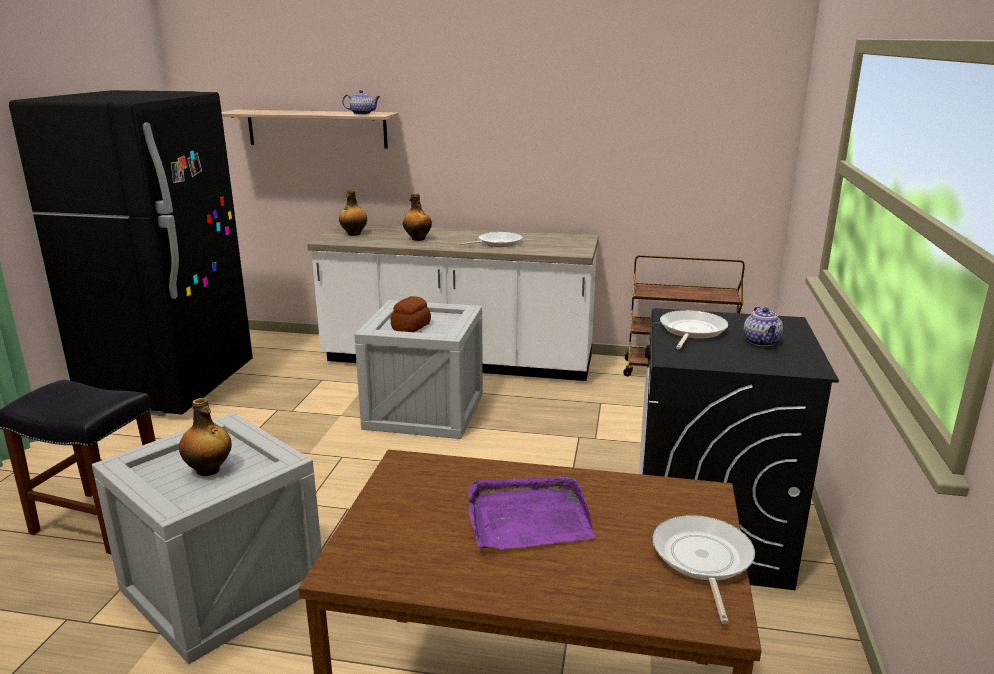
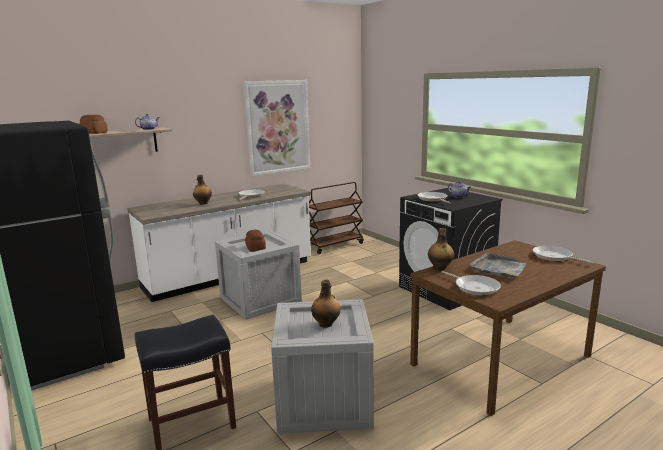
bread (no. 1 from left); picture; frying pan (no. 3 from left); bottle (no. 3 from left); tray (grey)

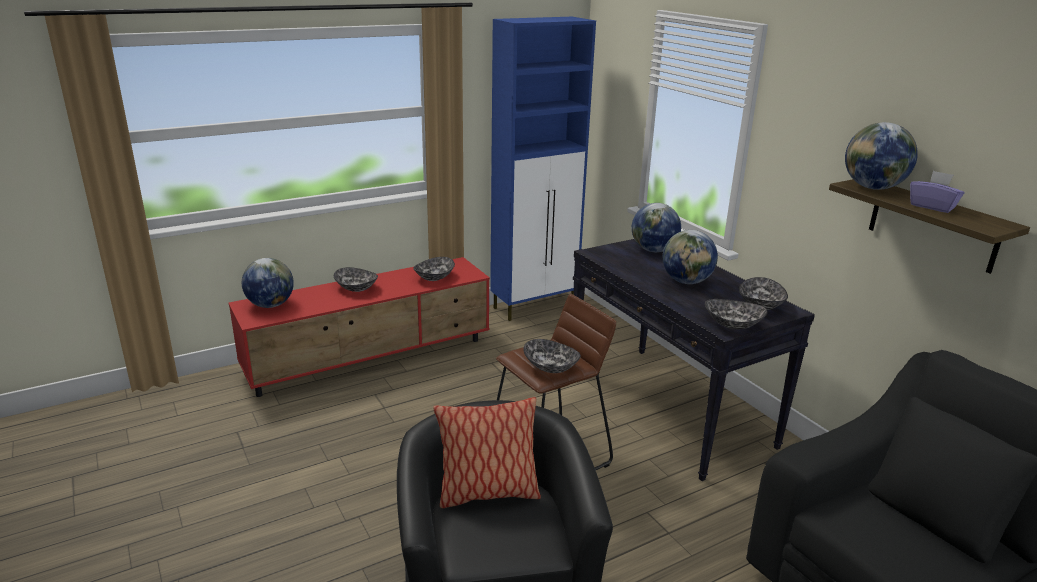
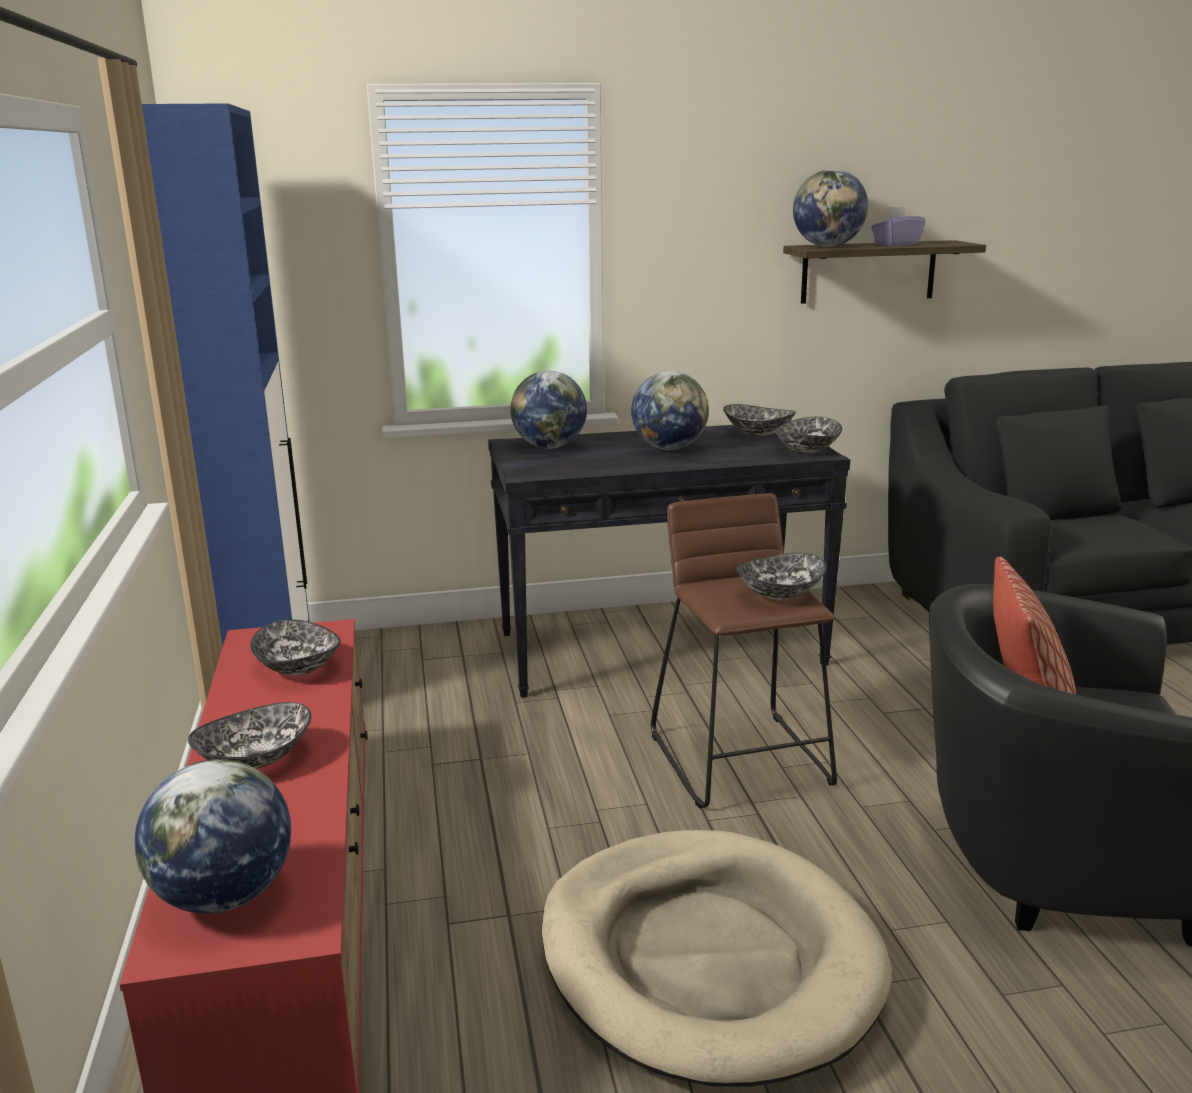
dog bed (beige)

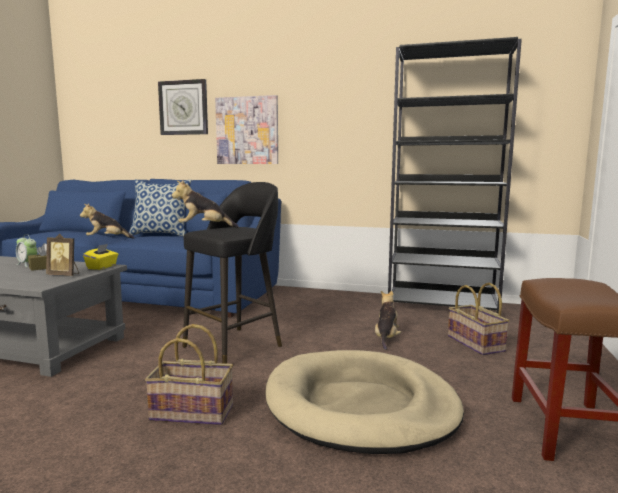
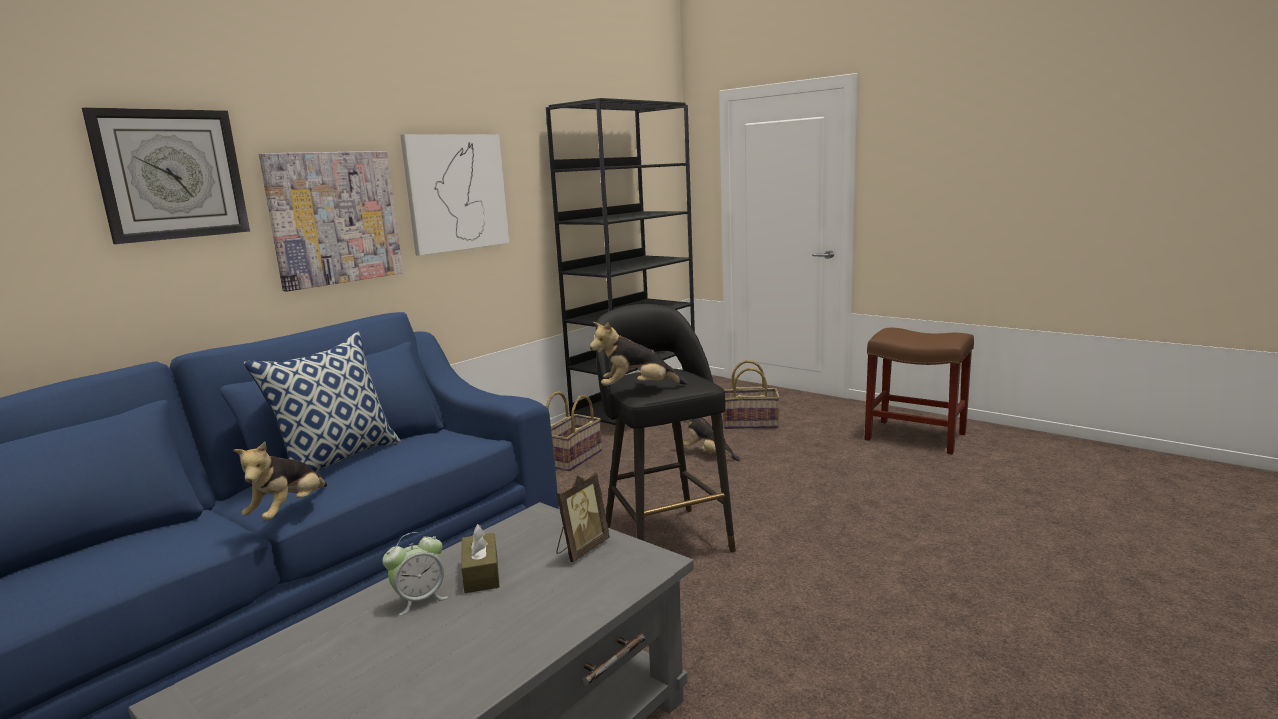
tissue box (yellow); dog bed (beige); picture (no. 2 from left); basket (no. 1 from left); plush toy (no. 2 from left)

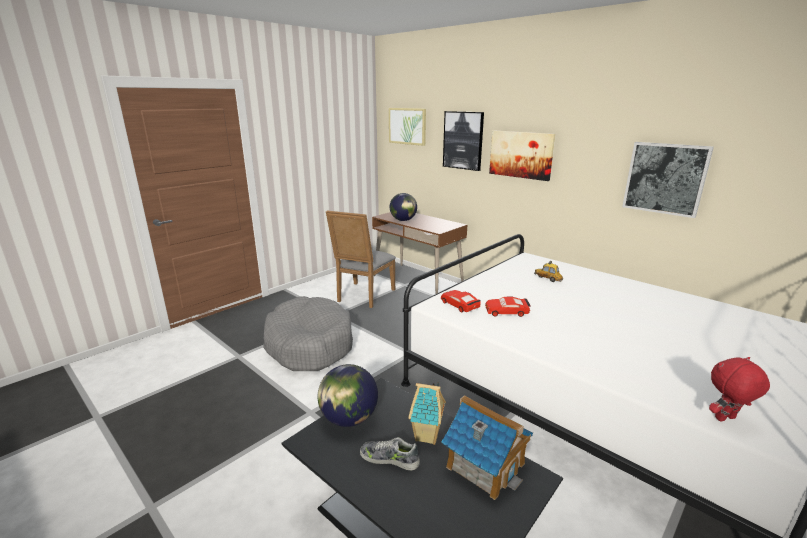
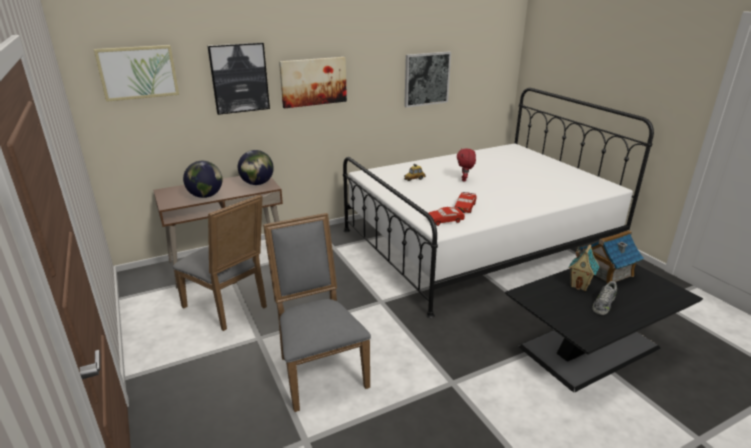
globe (no. 2 from left); plush toy (red); chair (grey) (no. 2 from left)

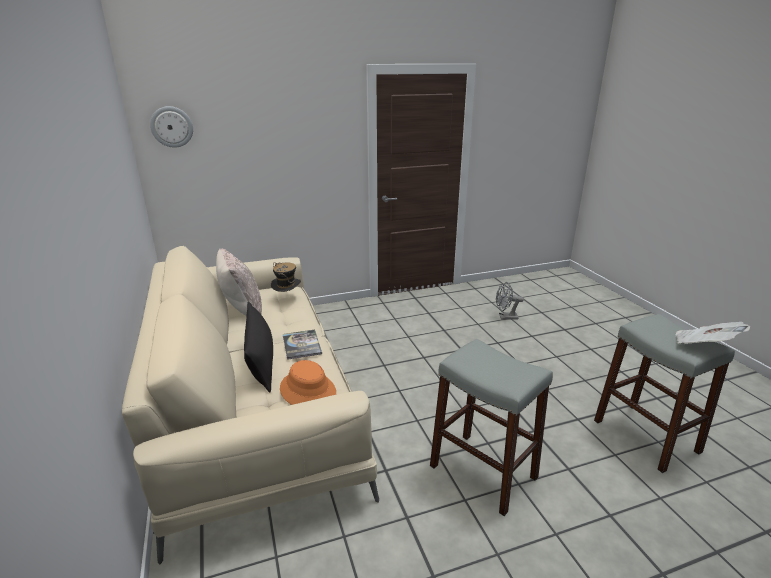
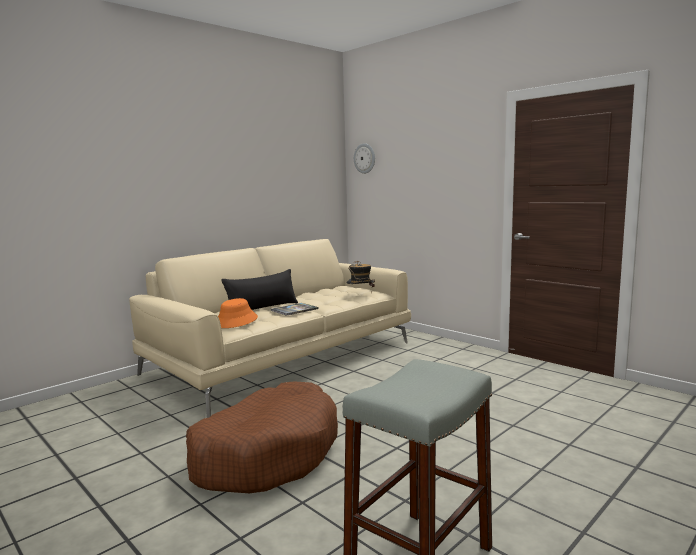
pillow (beige); fan (grey); newspaper; dog bed (brown)

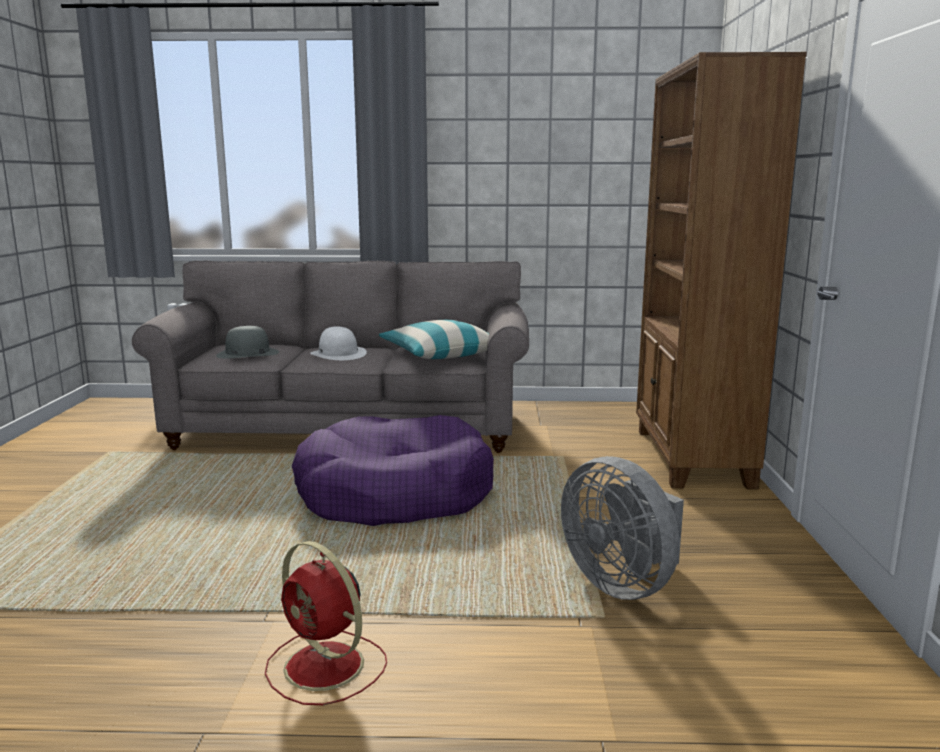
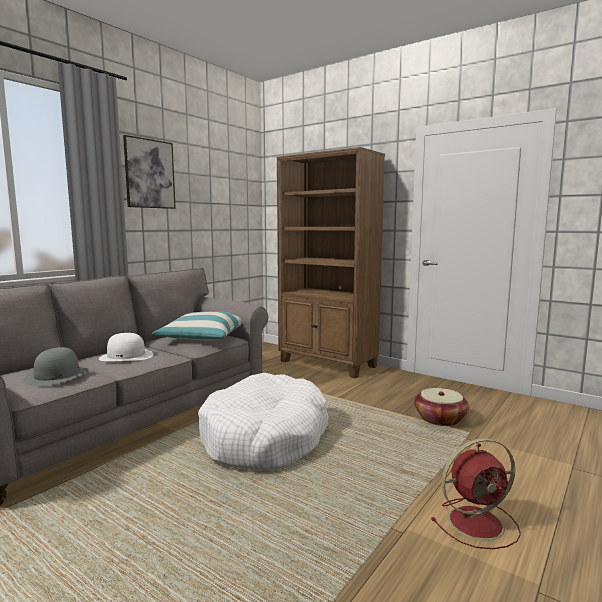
picture; basket; dog bed (white)

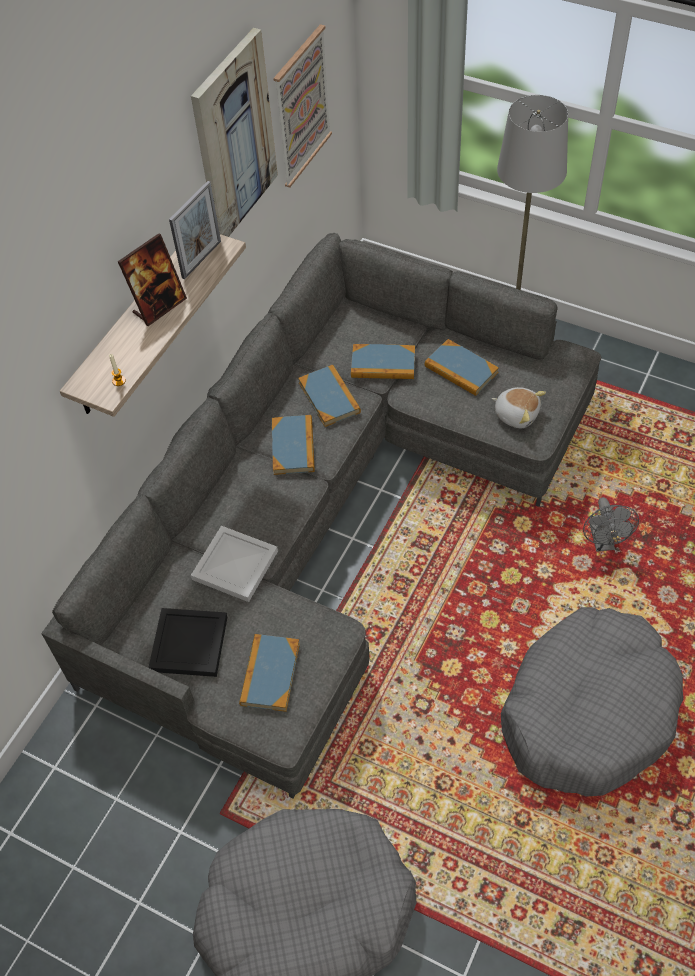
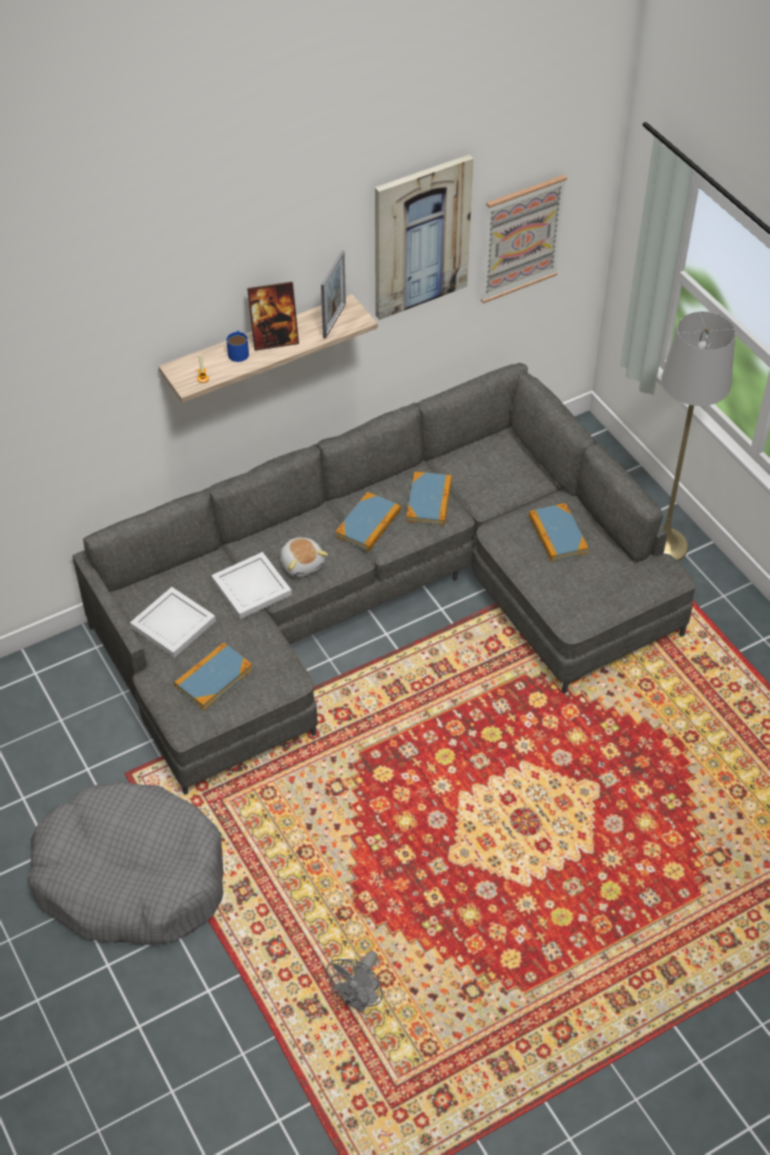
book (no. 4 from left in the first image); dog bed (grey) (no. 2 from left in the first image); mug (blue); plush toy; fan (grey); tray (white) (no. 1 from left); picture frame (no. 2 from left)

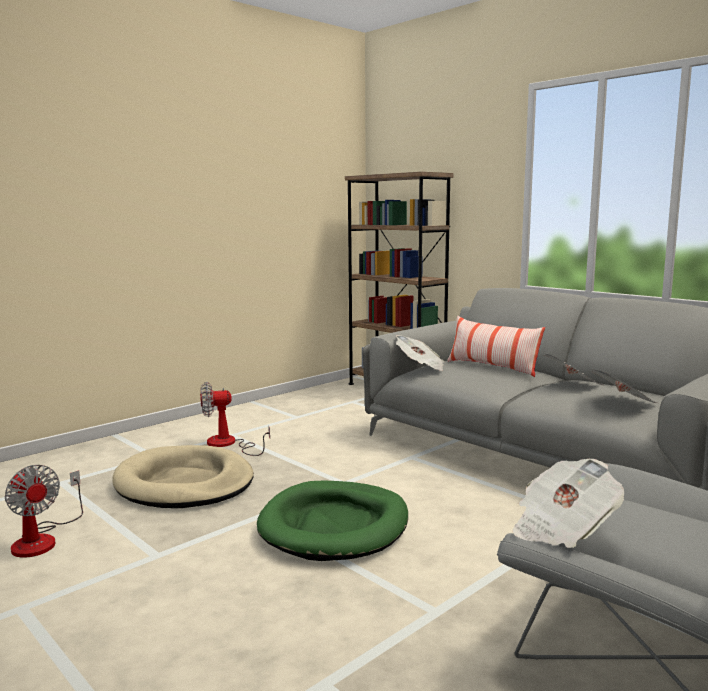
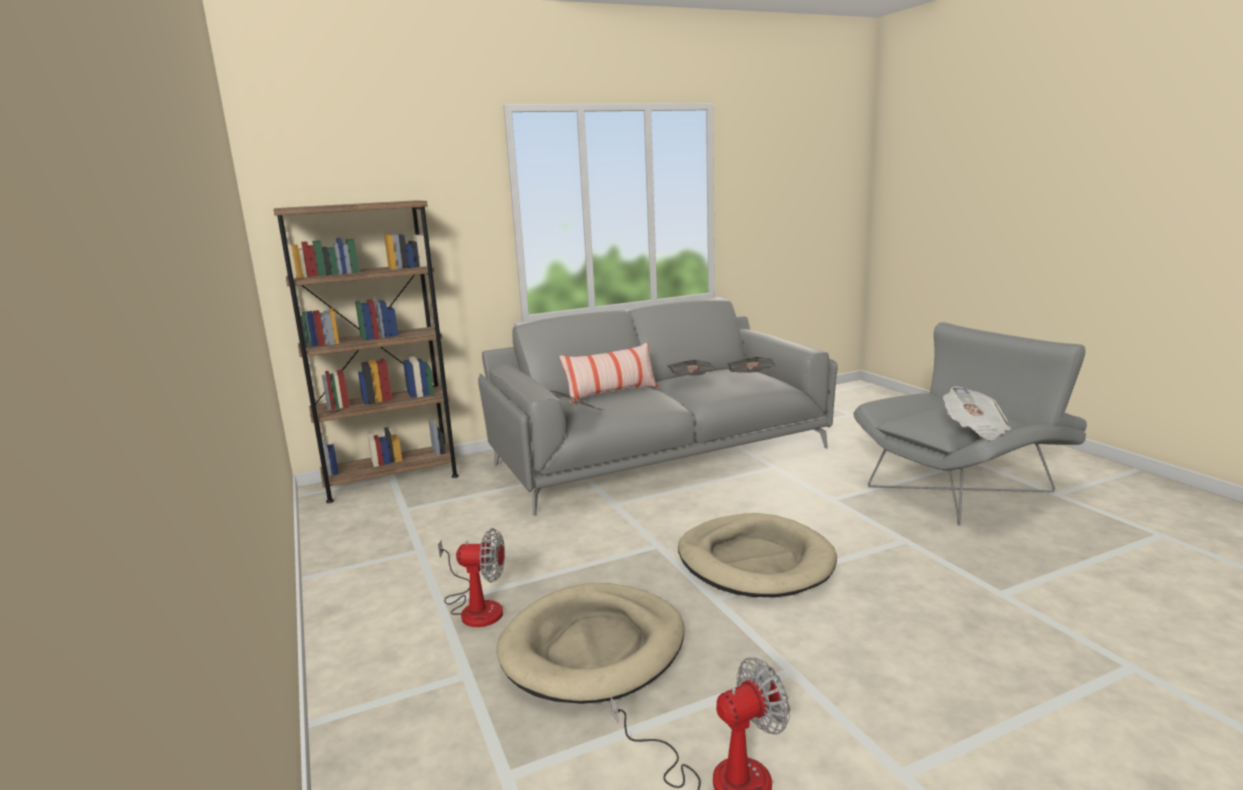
dog bed (beige) (no. 2 from left); fan (no. 1 from left)

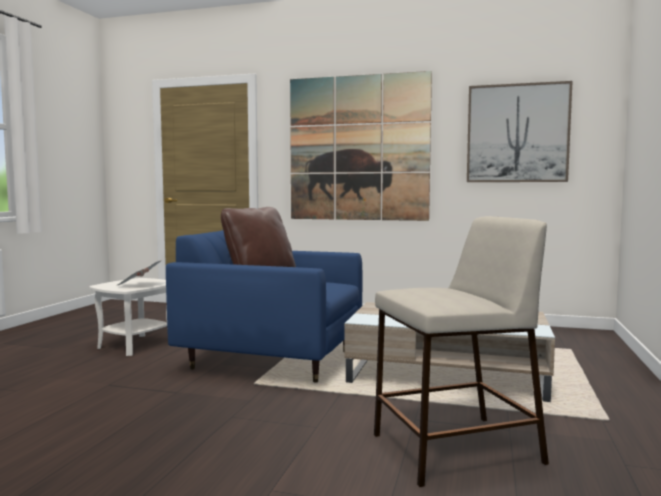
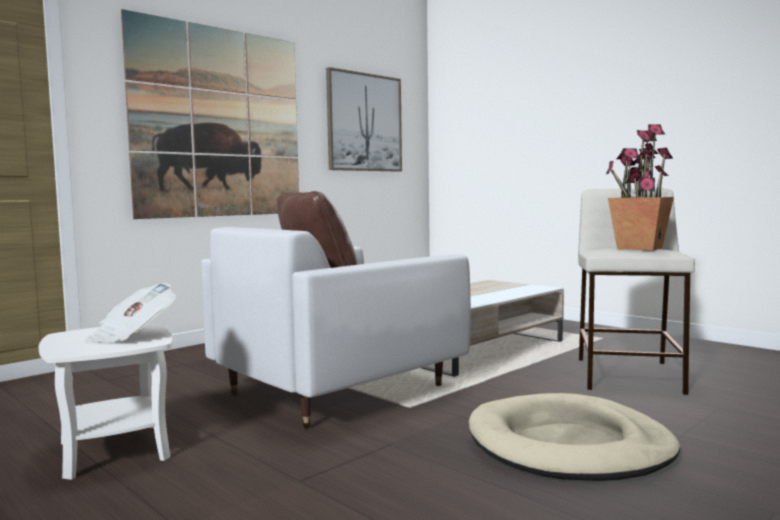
dog bed (beige); potted plant; armchair (white)

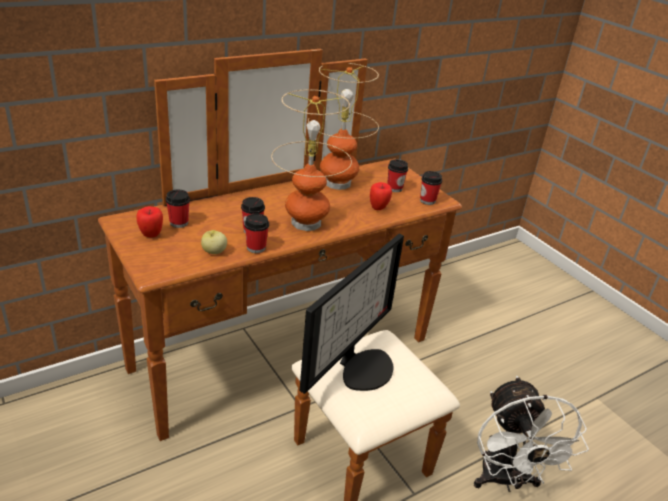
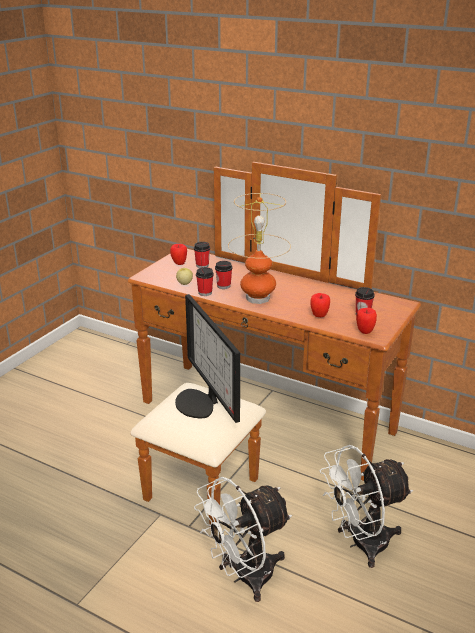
table lamp (no. 2 from left in the first image); fan (white) (no. 2 from left); apple (no. 4 from left); monitor

